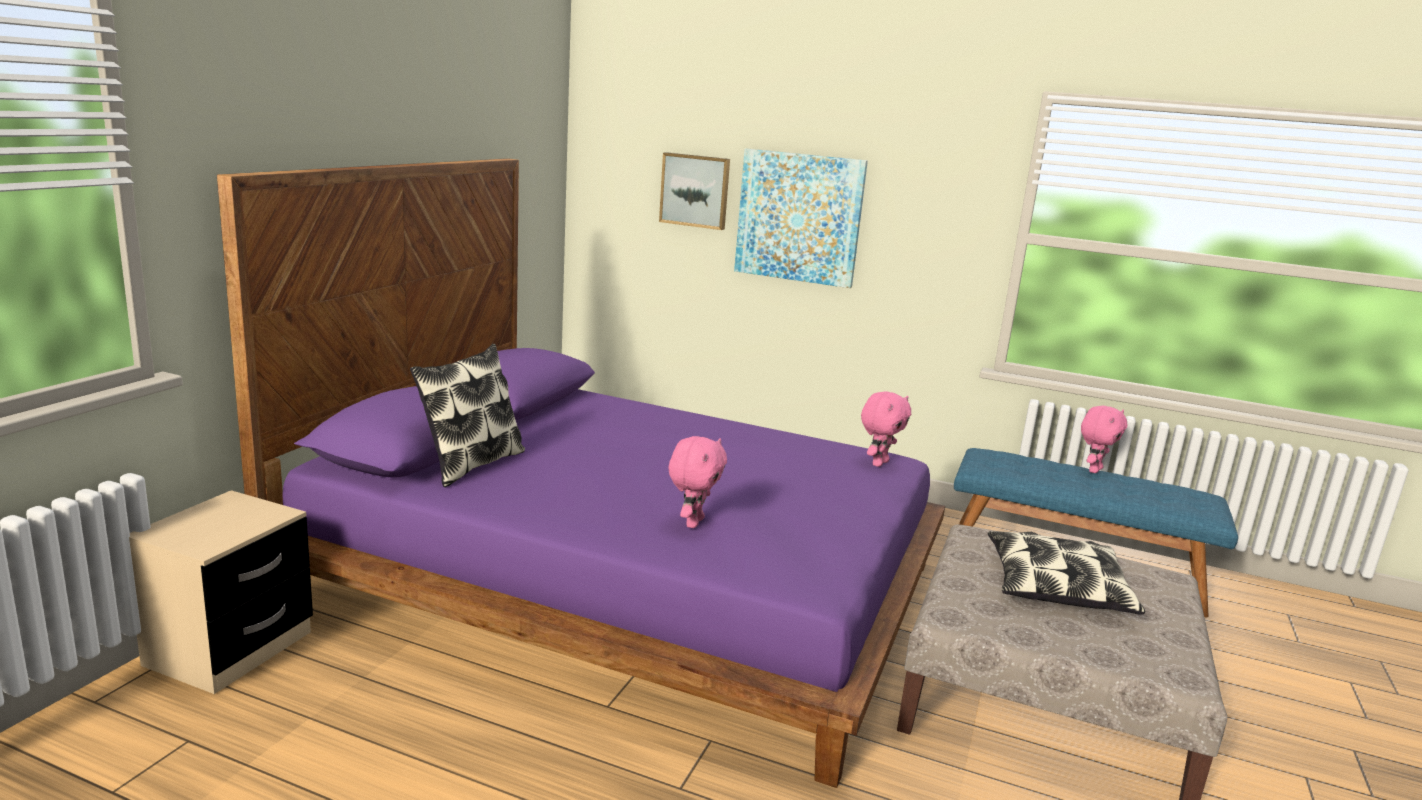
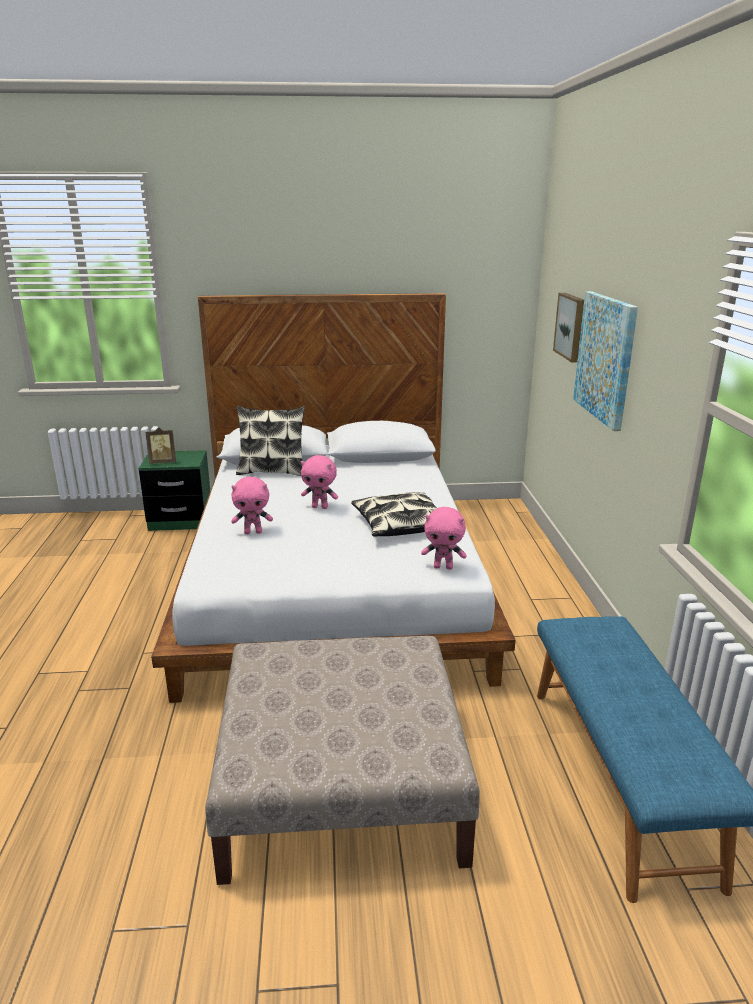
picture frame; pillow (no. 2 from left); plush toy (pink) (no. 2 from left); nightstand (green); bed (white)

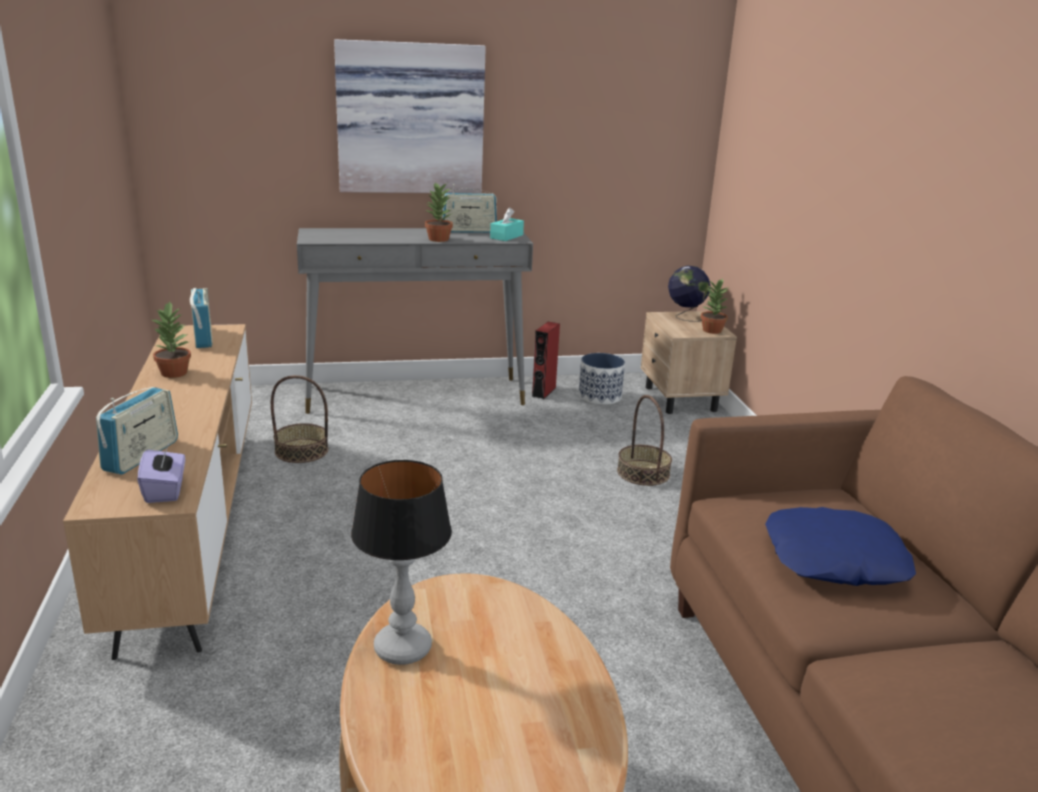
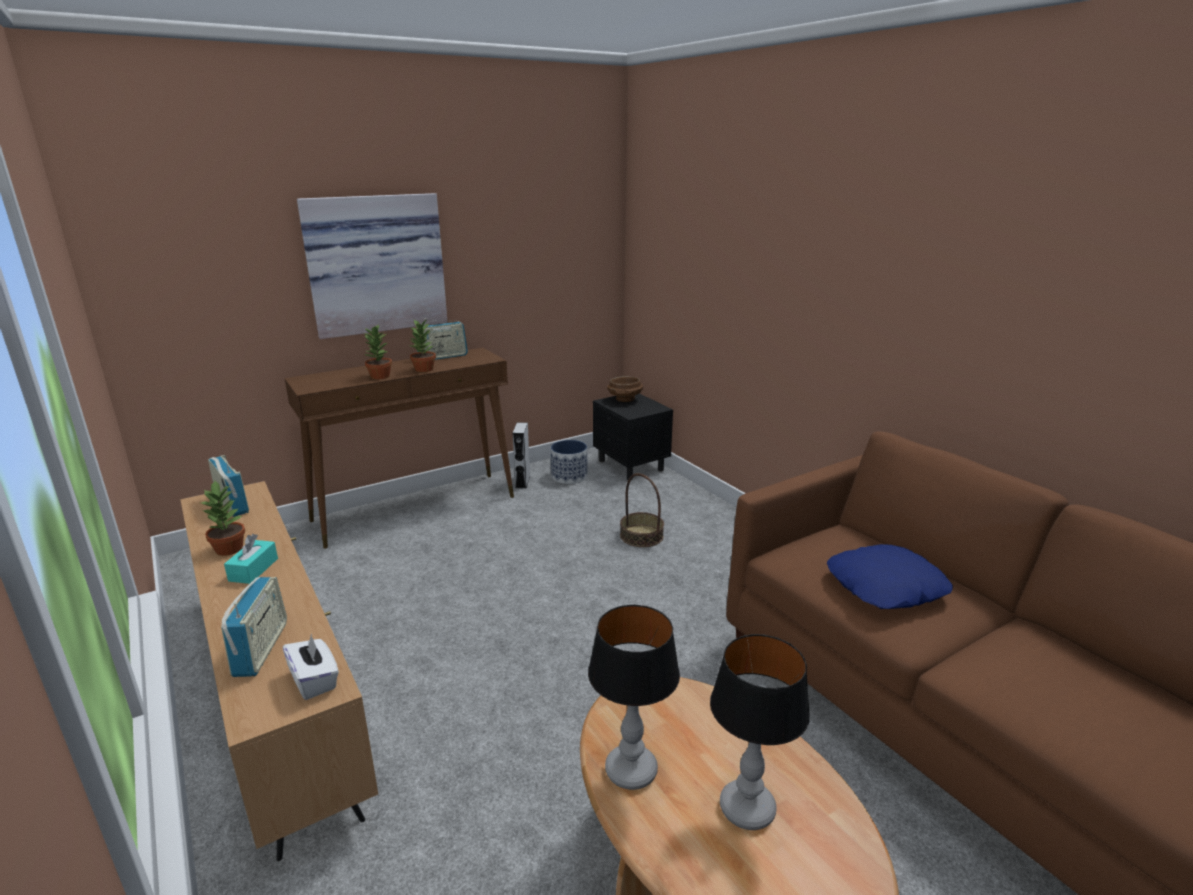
basket (no. 1 from left in the first image); table lamp (no. 2 from left); tissue box (turquoise); potted plant (no. 2 from left); bowl (brown); tissue box (white); console table (brown); speaker (grey); nightstand (black)

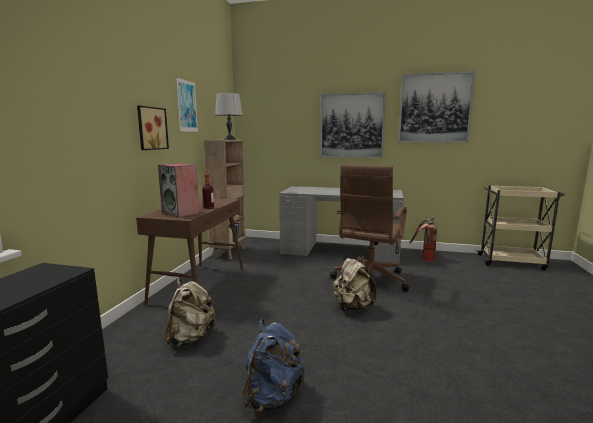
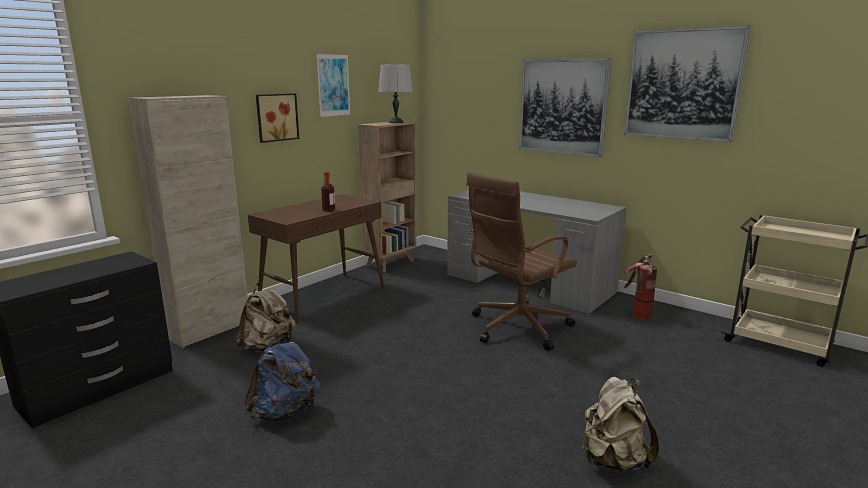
speaker; cabinet (beige); backpack (beige) (no. 2 from left)

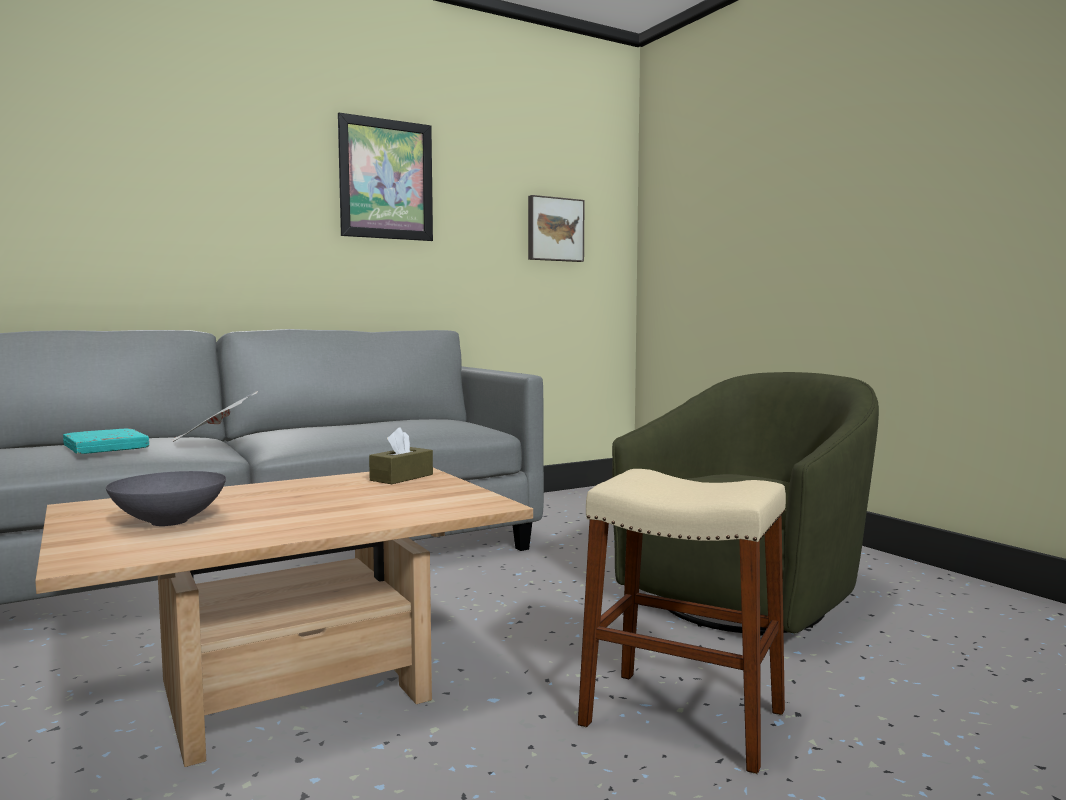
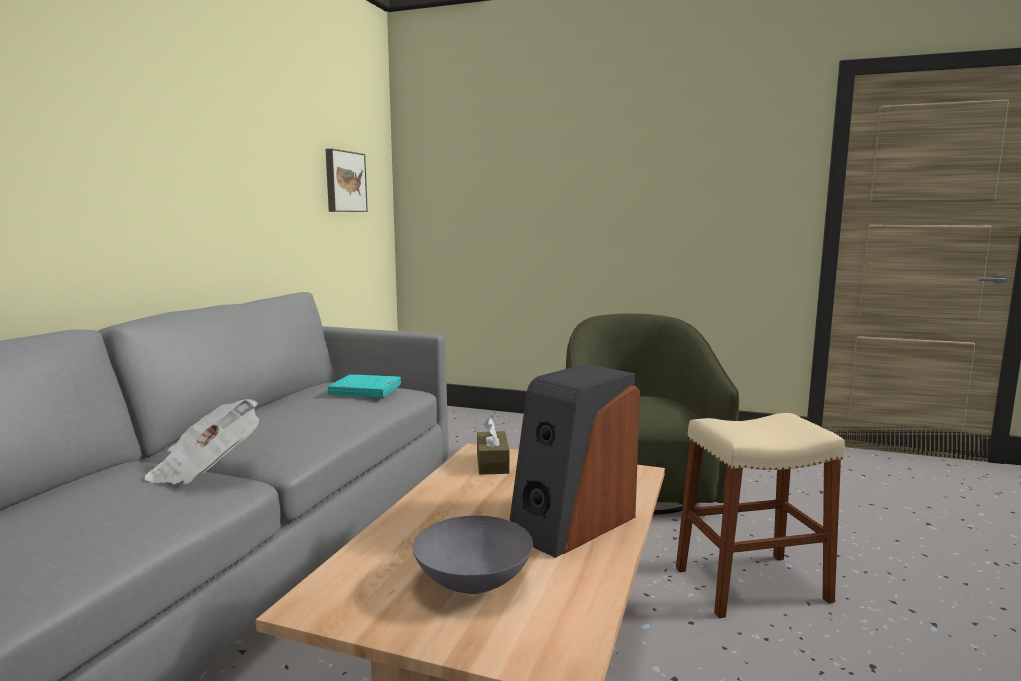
picture (no. 1 from left in the first image); speaker; book (turquoise)

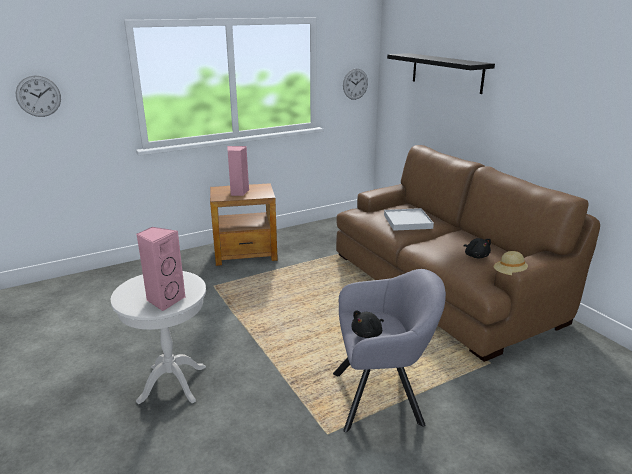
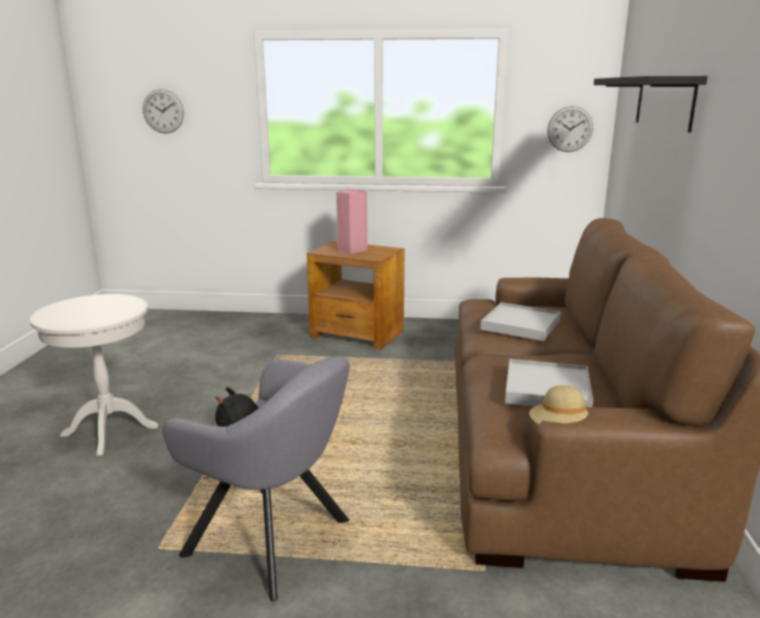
speaker (pink) (no. 1 from left in the first image); tray (white) (no. 2 from left)

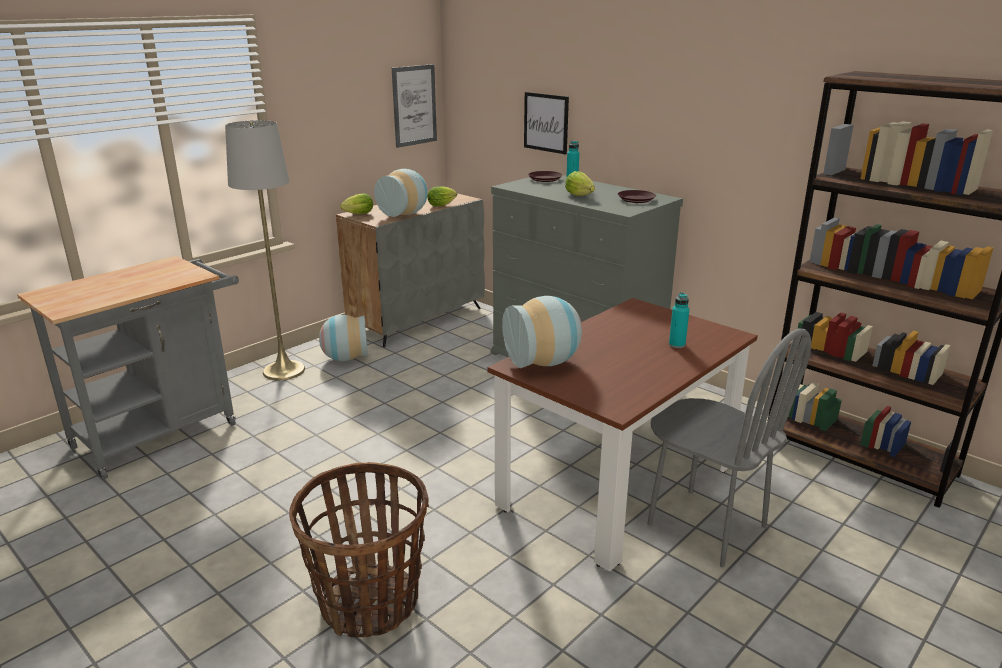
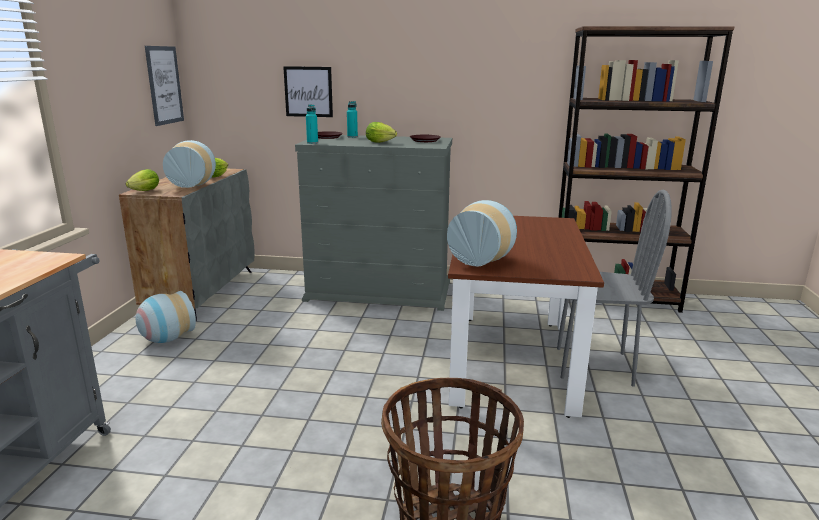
floor lamp (grey); bottle (turquoise) (no. 1 from left)

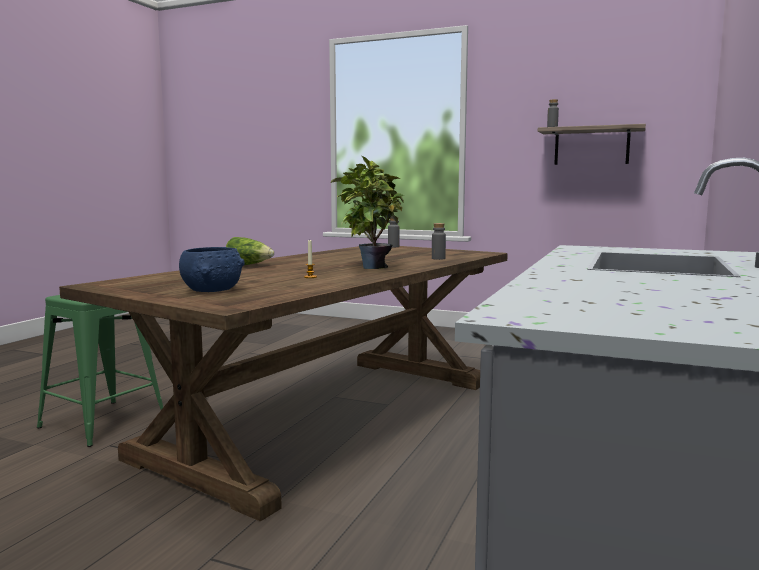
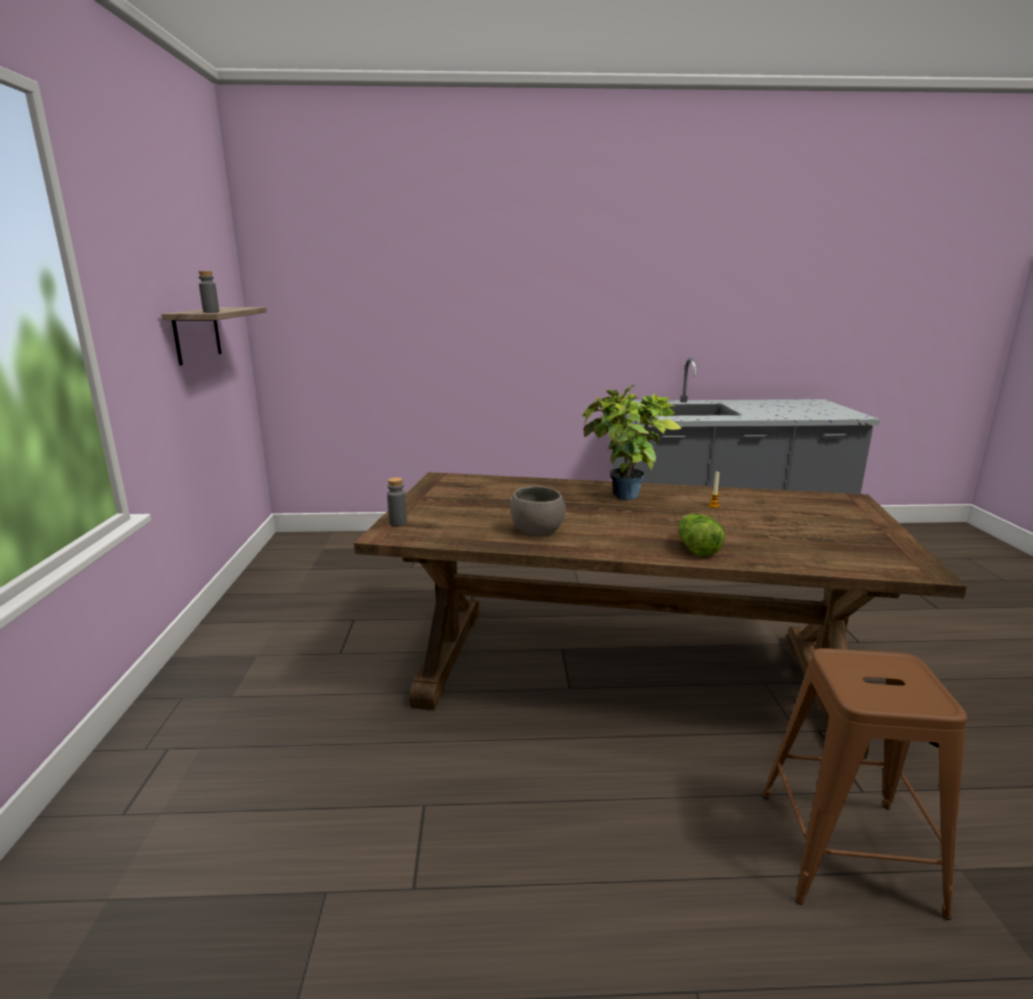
bowl (blue); bottle (grey) (no. 2 from left in the first image); bowl (grey); stool (brown)

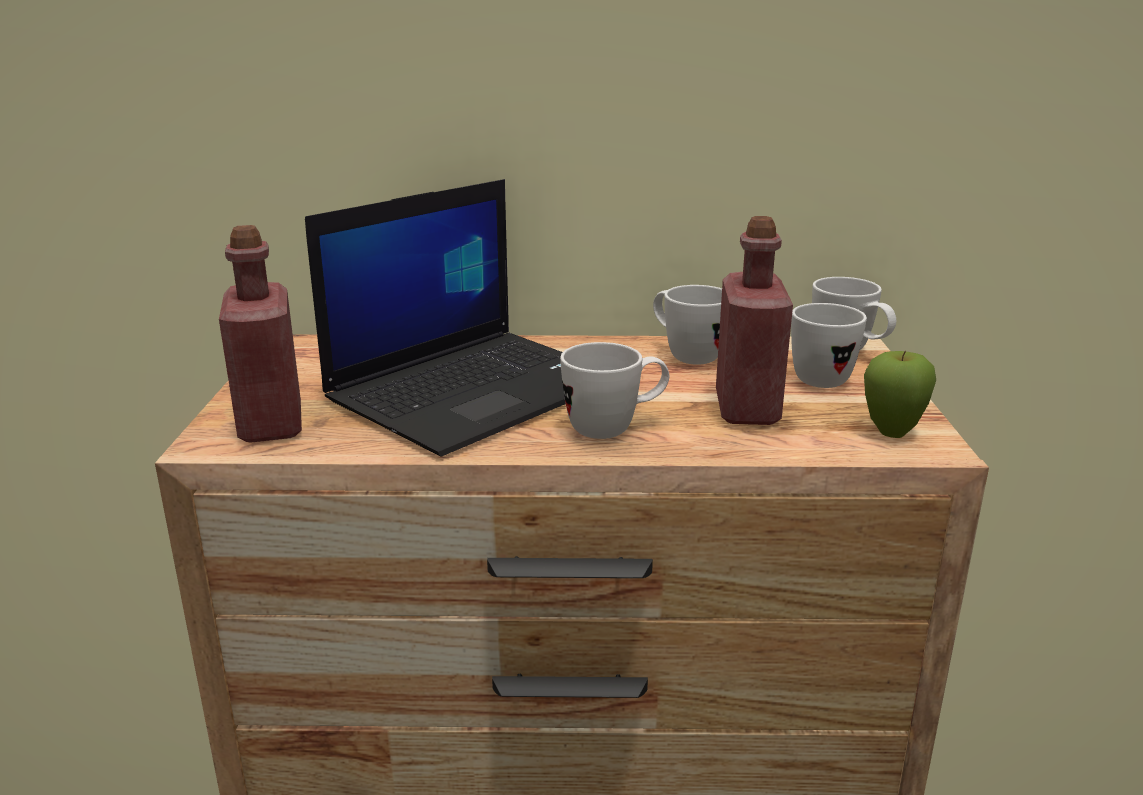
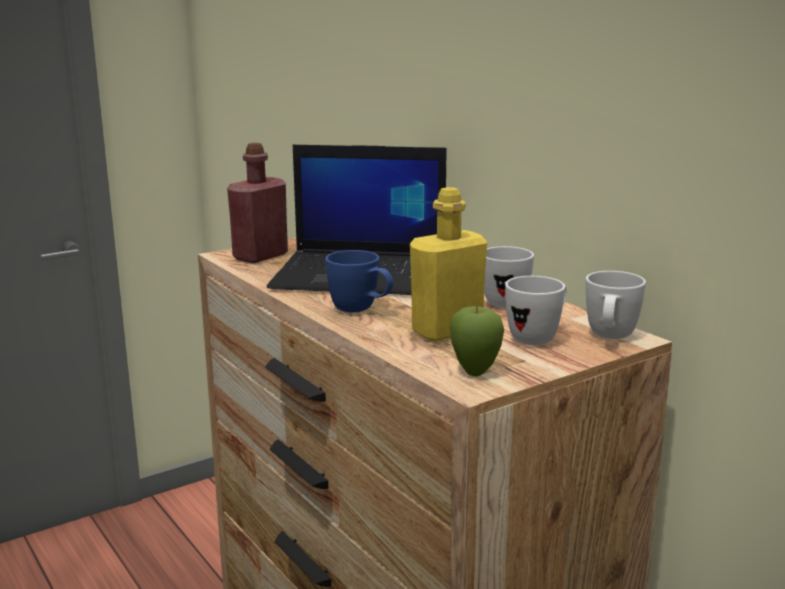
mug (blue); bottle (yellow)

